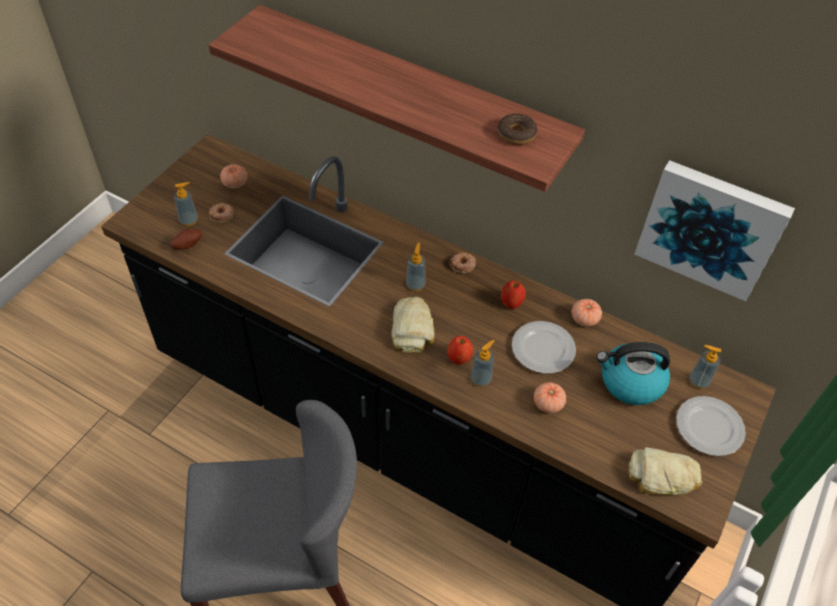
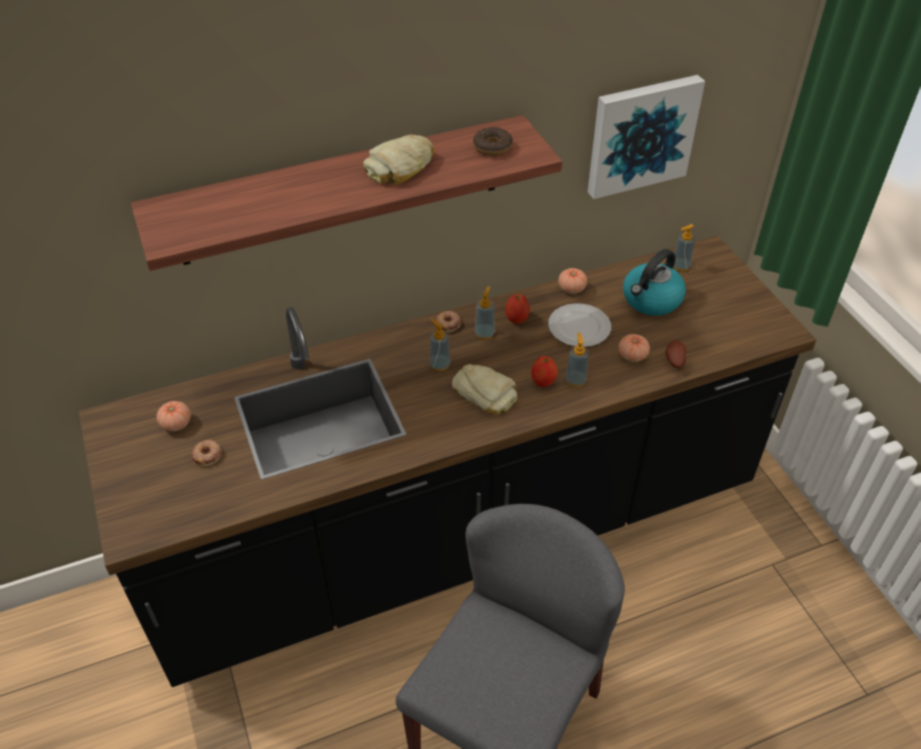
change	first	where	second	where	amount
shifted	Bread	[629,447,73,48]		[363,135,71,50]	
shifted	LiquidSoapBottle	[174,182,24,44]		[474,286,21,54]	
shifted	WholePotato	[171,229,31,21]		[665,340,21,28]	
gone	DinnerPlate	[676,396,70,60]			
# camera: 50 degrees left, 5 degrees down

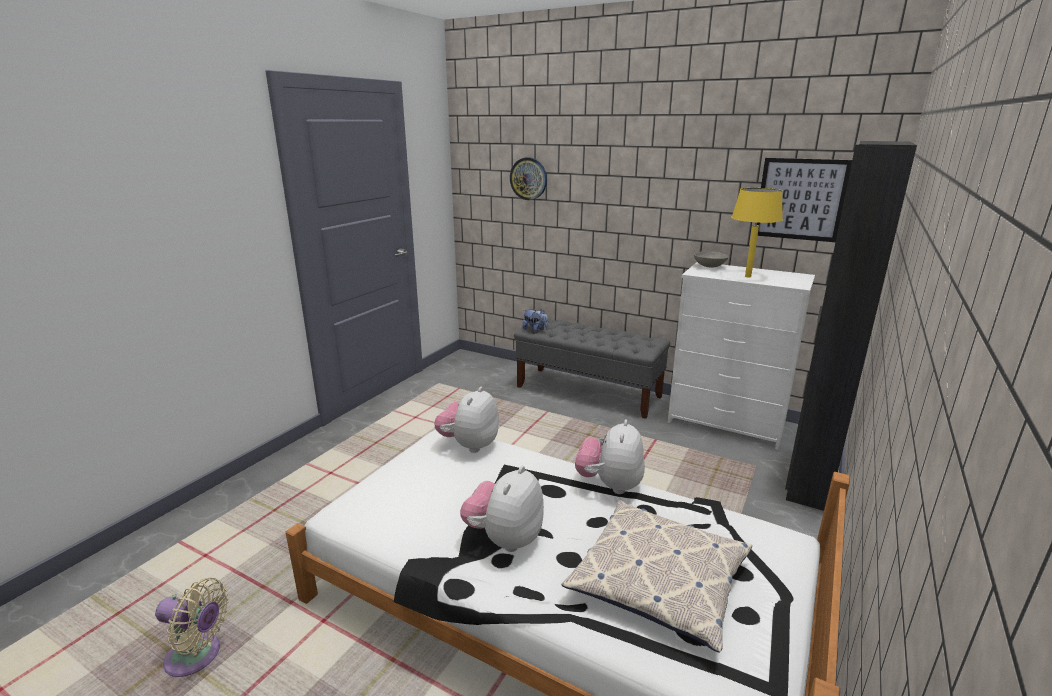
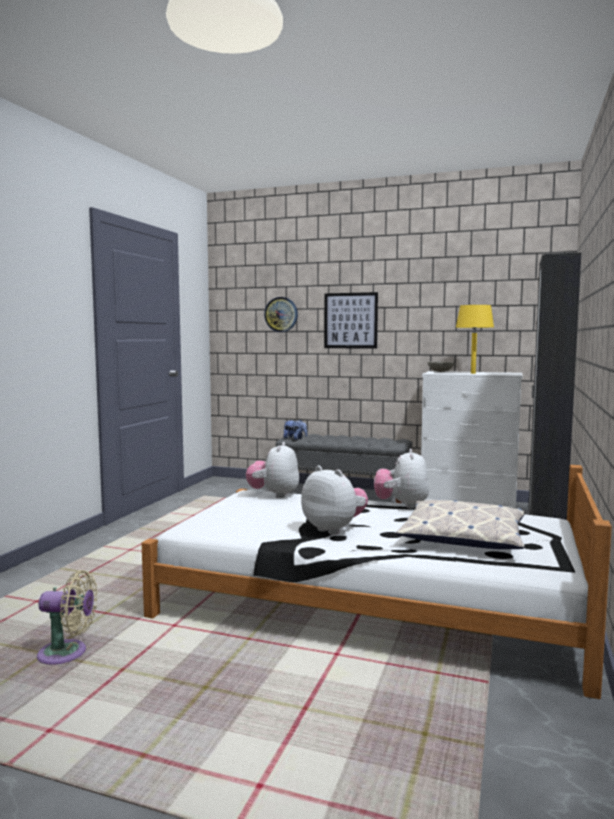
change	first	where	second	where	amount
rotated	PlushToy	[460,466,84,86]		[301,466,67,69]	120 degrees clockwise
shifted	WallPicture	[757,158,95,84]		[324,292,54,57]	
# camera: 10 degrees left, 15 degrees down

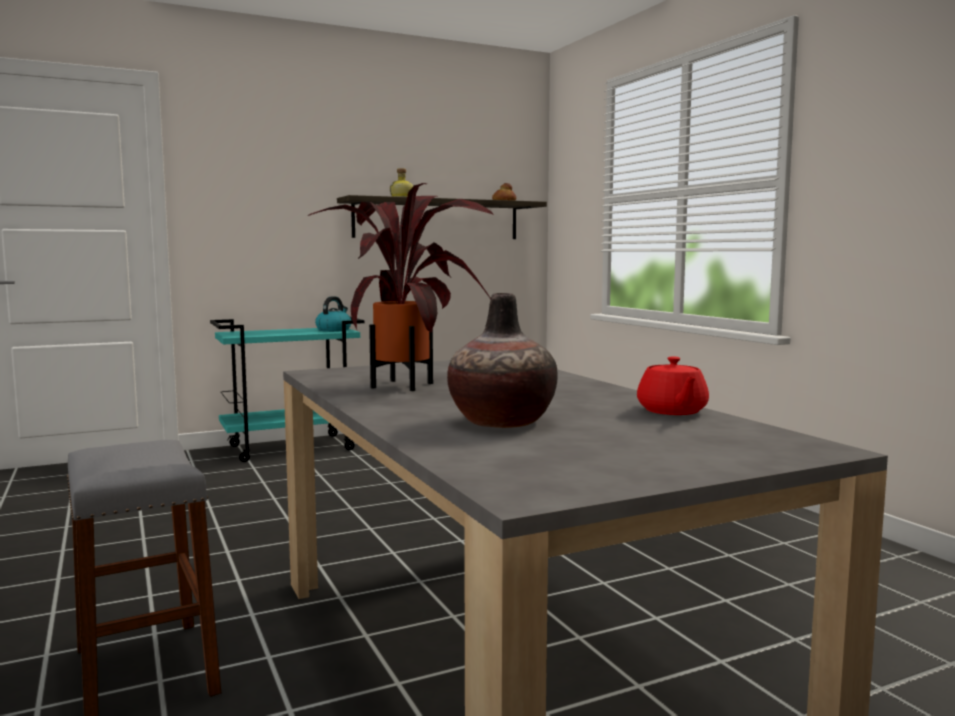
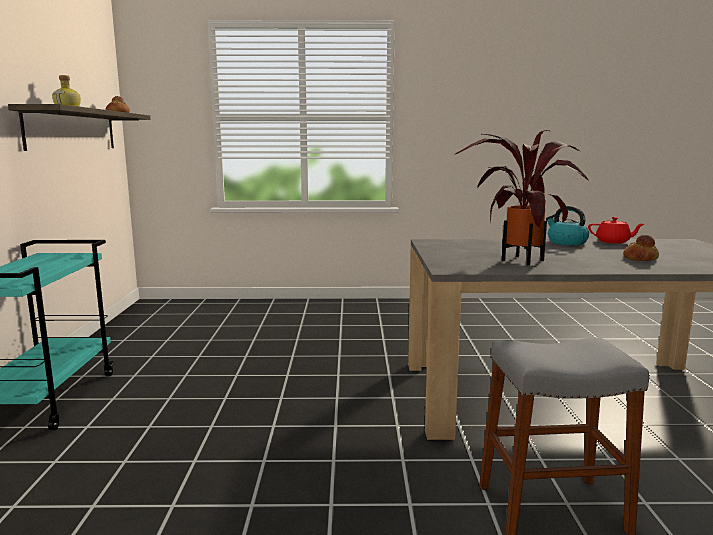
change	first	where	second	where	amount
shifted	Kettle	[315,296,36,36]		[546,206,43,39]	
swapped	DecorativeVase	[447,293,111,135]	Bread	[623,234,36,27]	
# camera: 65 degrees left, 5 degrees up

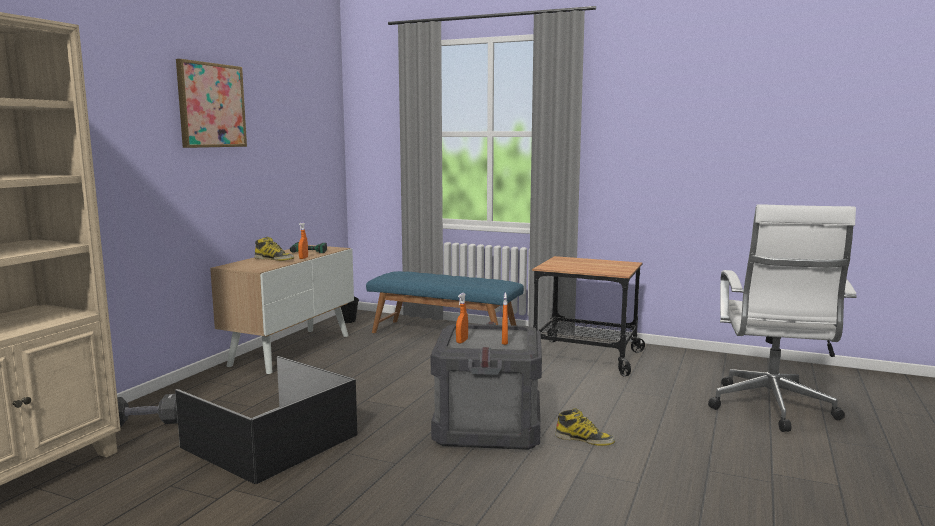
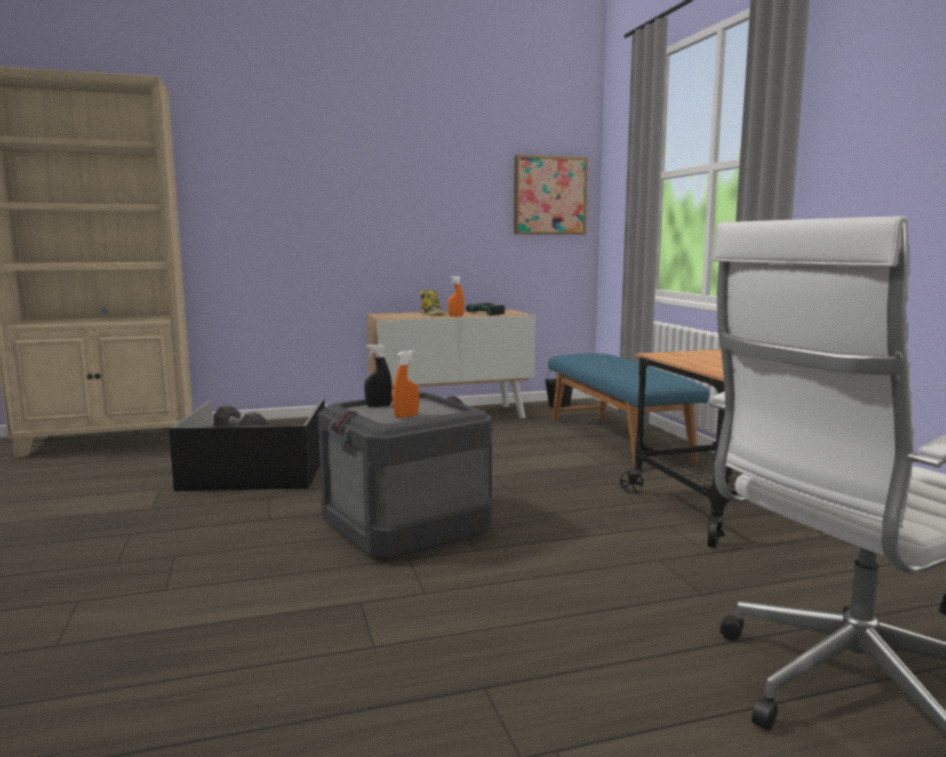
change	first	where	second	where	amount
repainted	OrangeySprayBottle	[456,293,12,50]	BlackishSprayBottle	[364,344,28,63]	
shifted	WallPicture	[176,59,71,89]		[514,155,74,80]	
gone	HighTopBoot	[555,408,60,38]			
# camera: 50 degrees right, 0 degrees up

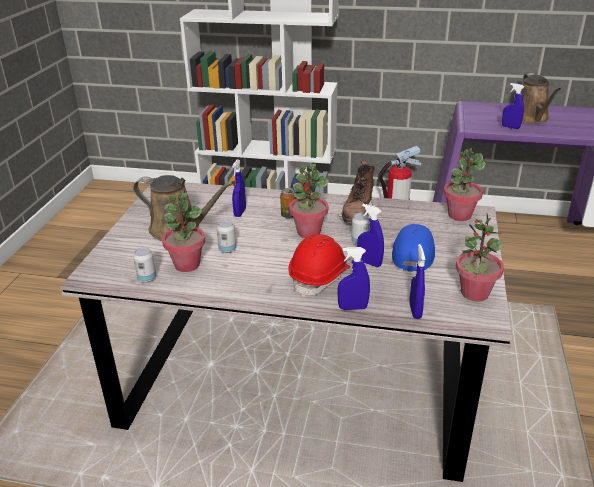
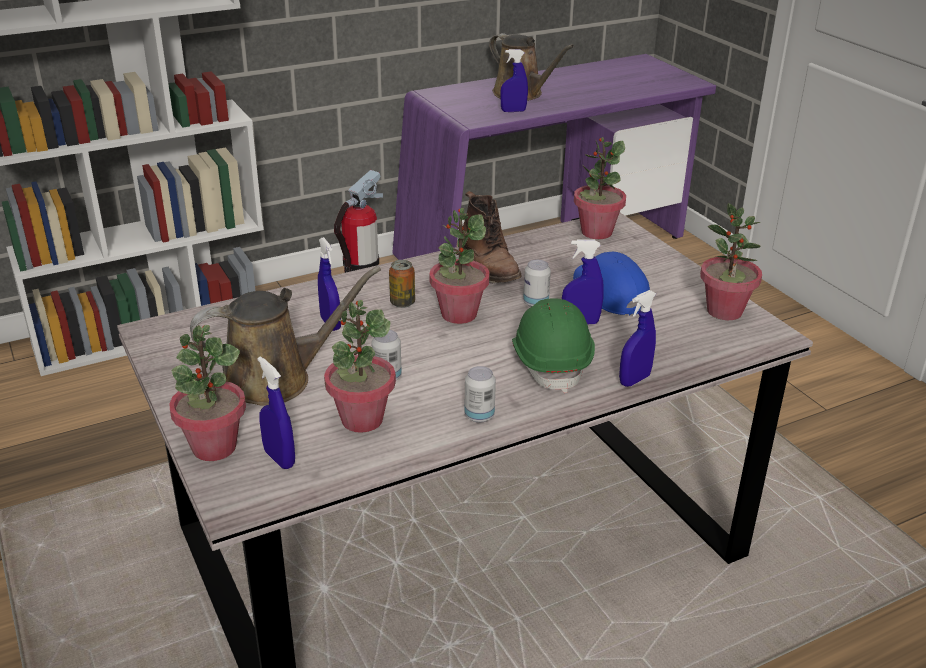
change	first	where	second	where	amount
new			PottedPlant	[169,325,77,136]	
shifted	BluishSprayBottle	[409,244,16,75]		[258,357,37,112]	
shifted	SealedCan	[133,247,23,36]		[464,366,32,57]	
repainted	ReddishSafetyHelmet	[288,234,62,63]	GreenColouredSafetyHelmet	[512,298,83,95]	
# camera: 40 degrees left, 0 degrees up

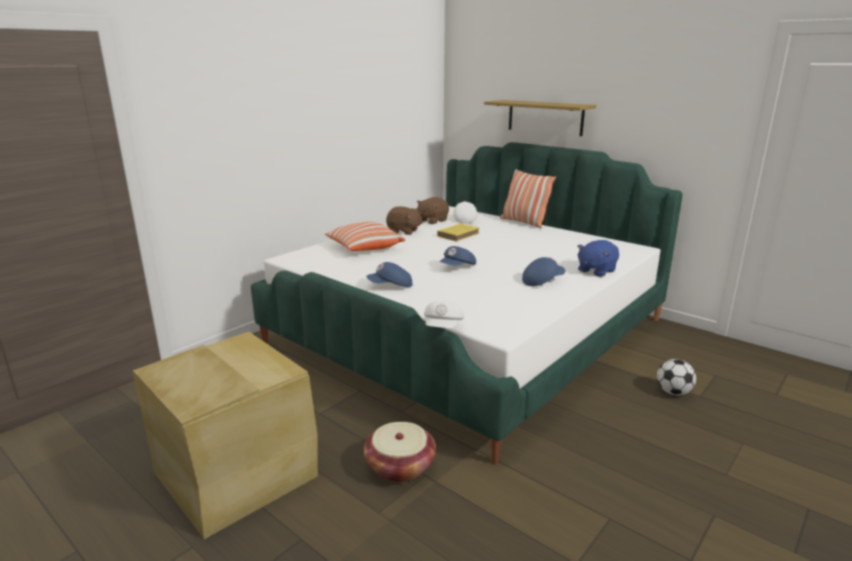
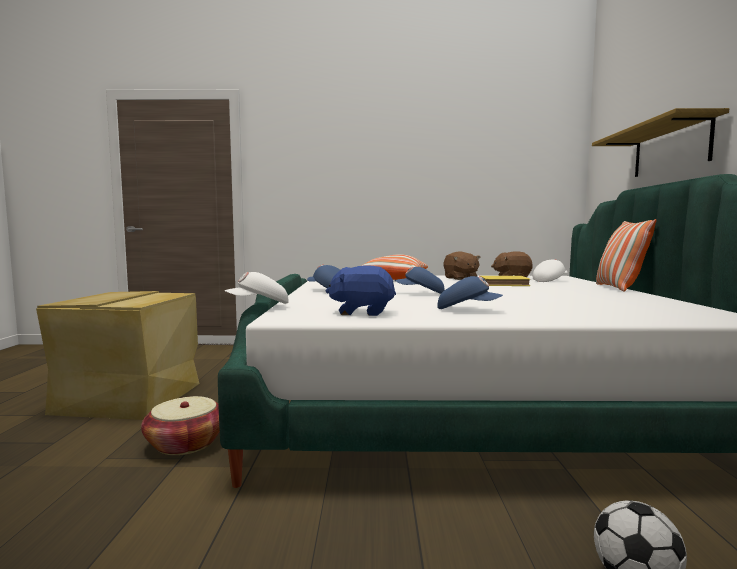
change	first	where	second	where	amount
shifted	BluishPlushToy	[577,240,42,37]		[326,265,70,51]	
# camera: 50 degrees right, 15 degrees down

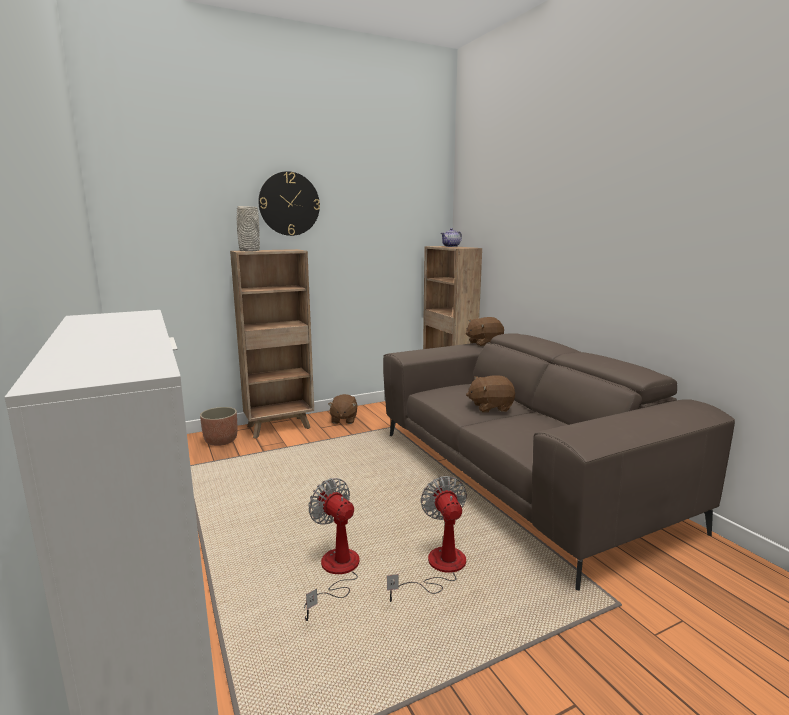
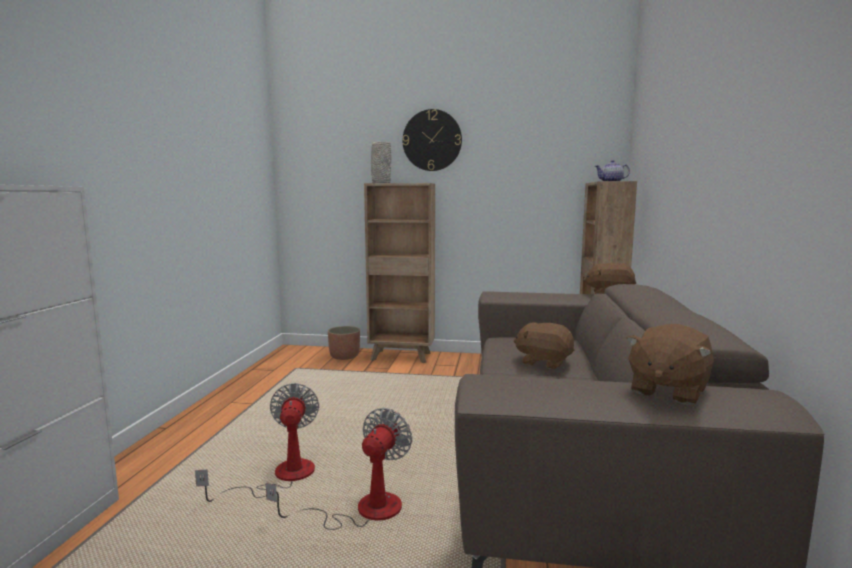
change	first	where	second	where	amount
shifted	BrownishPlushToy	[328,394,29,30]		[626,324,88,81]	
# camera: 35 degrees right, 5 degrees down

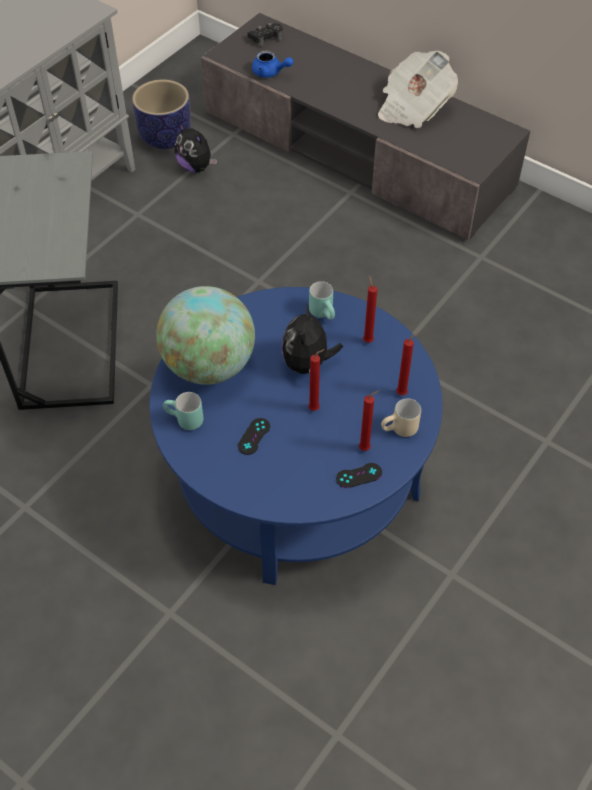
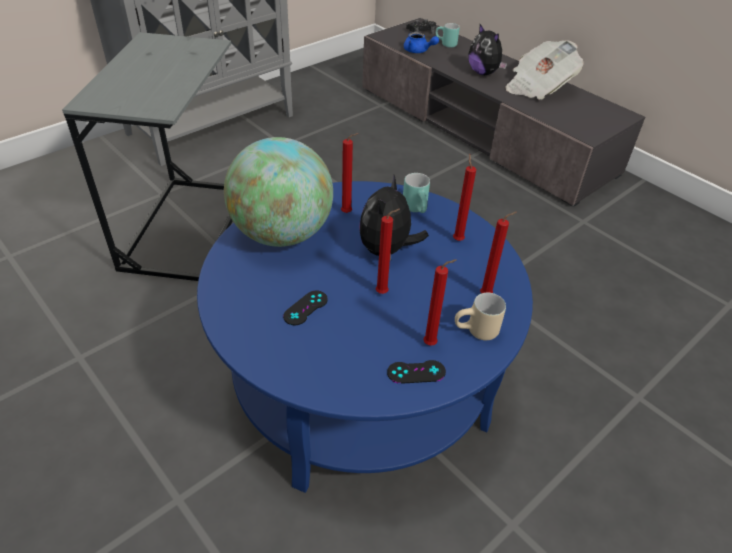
change	first	where	second	where	amount
new			ReddishCandle	[341,133,18,80]	
shifted	BlueGreenMug	[163,392,40,38]		[436,23,24,25]	
shifted	PlushToy	[175,122,42,51]		[468,24,39,51]	
gone	FlowerPot	[132,79,59,70]			
# camera: 10 degrees right, 10 degrees down

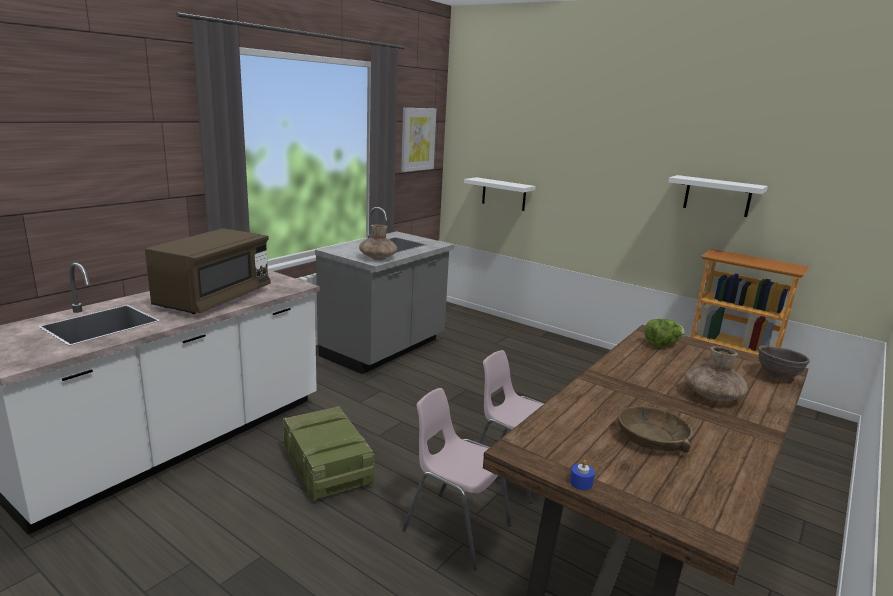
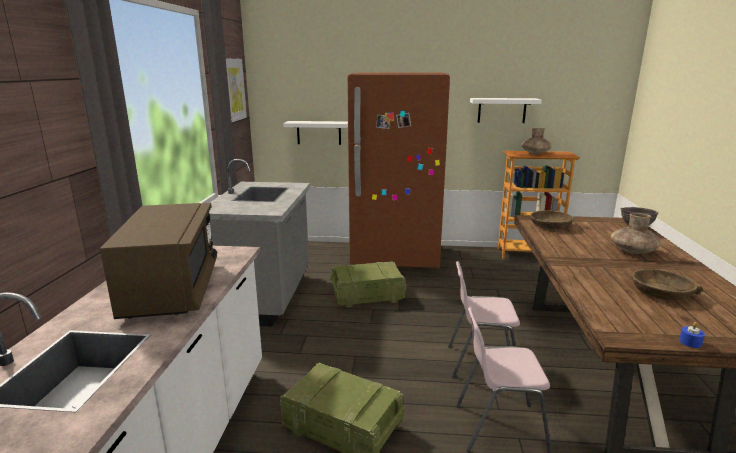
change	first	where	second	where	amount
new			Crate	[331,261,75,46]	
new			BrownishRefrigerator	[348,72,102,196]	
shifted	BrownishDecorativeVase	[359,224,38,36]		[521,128,30,26]	
swapped	LettuceHead	[644,319,41,28]	BrownishDeepDish	[530,210,43,19]	
# camera: 30 degrees left, 0 degrees up

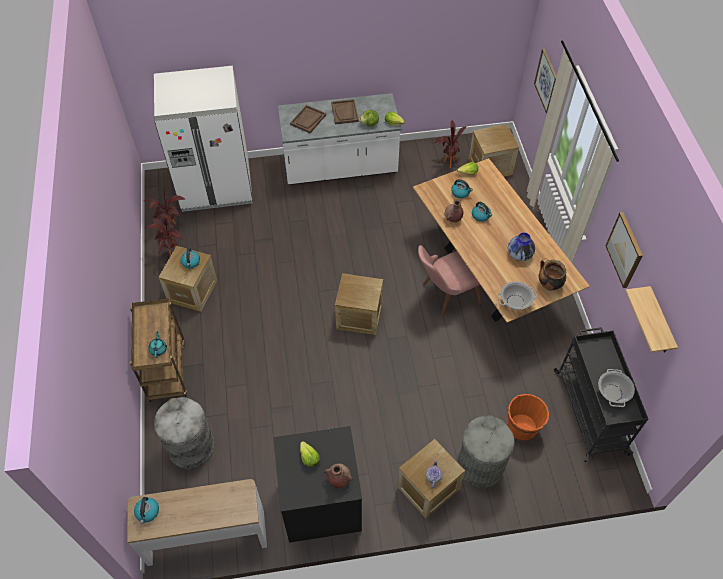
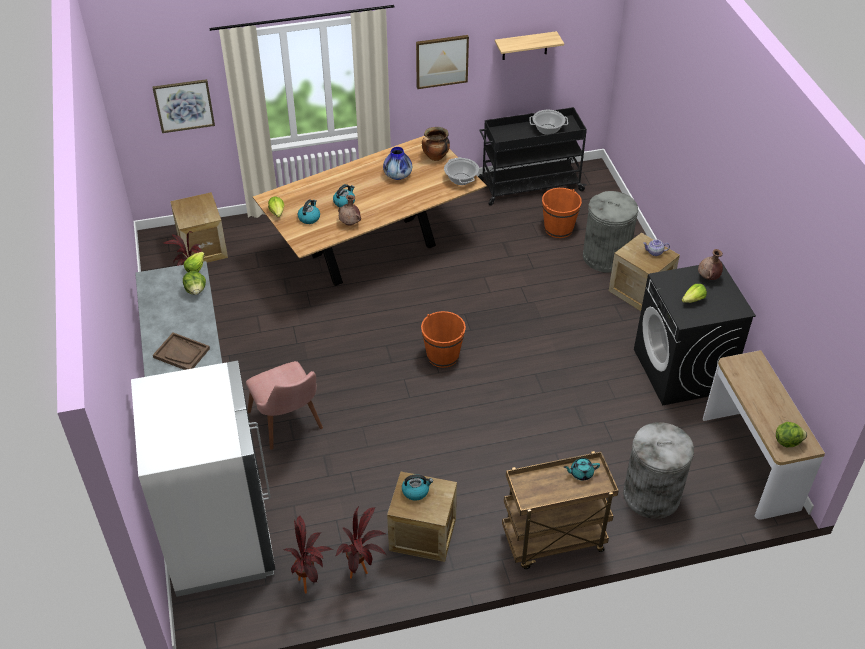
change	first	where	second	where	amount
shifted	PinkishUprightChair	[418,245,63,72]		[246,361,77,89]	
swapped	Crate	[335,273,48,62]	OrangeyWaterBucket	[421,311,45,57]	
swapped	Kettle	[134,497,25,26]	LettuceHead	[776,422,31,25]	
gone	BrownishCarryingTray	[331,99,28,25]			
# camera: 95 degrees left, 10 degrees down

